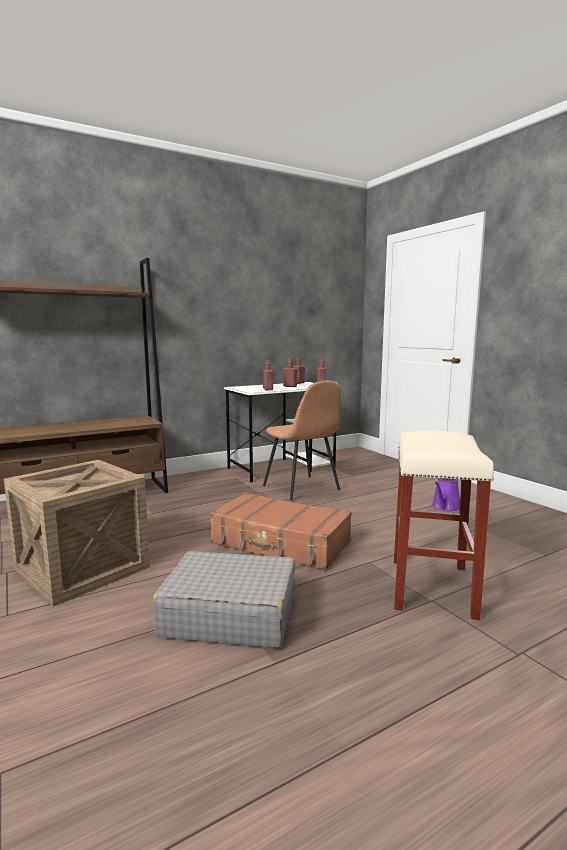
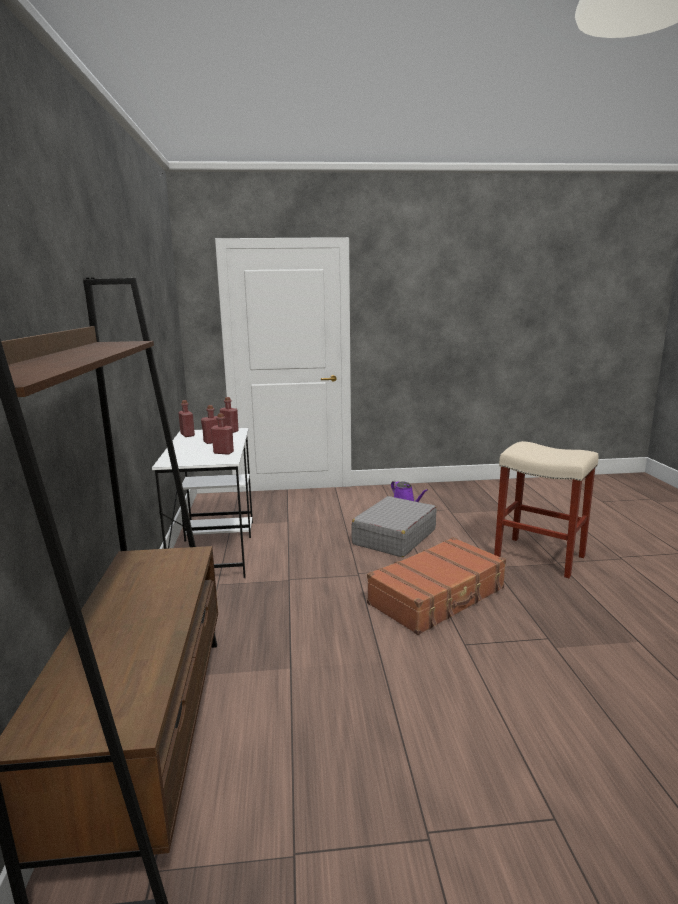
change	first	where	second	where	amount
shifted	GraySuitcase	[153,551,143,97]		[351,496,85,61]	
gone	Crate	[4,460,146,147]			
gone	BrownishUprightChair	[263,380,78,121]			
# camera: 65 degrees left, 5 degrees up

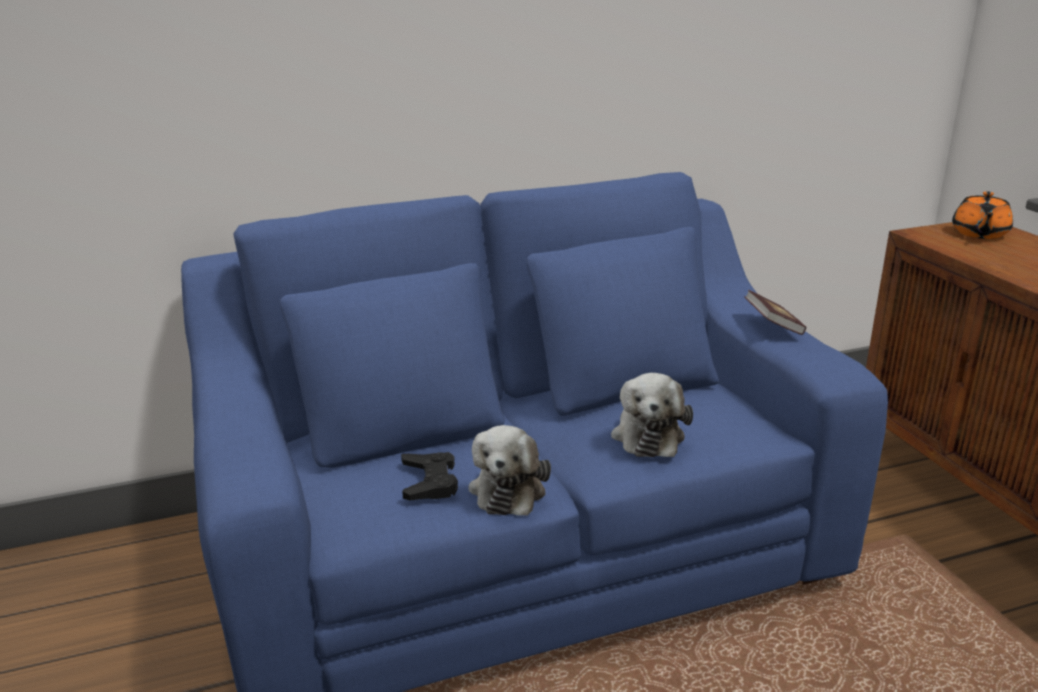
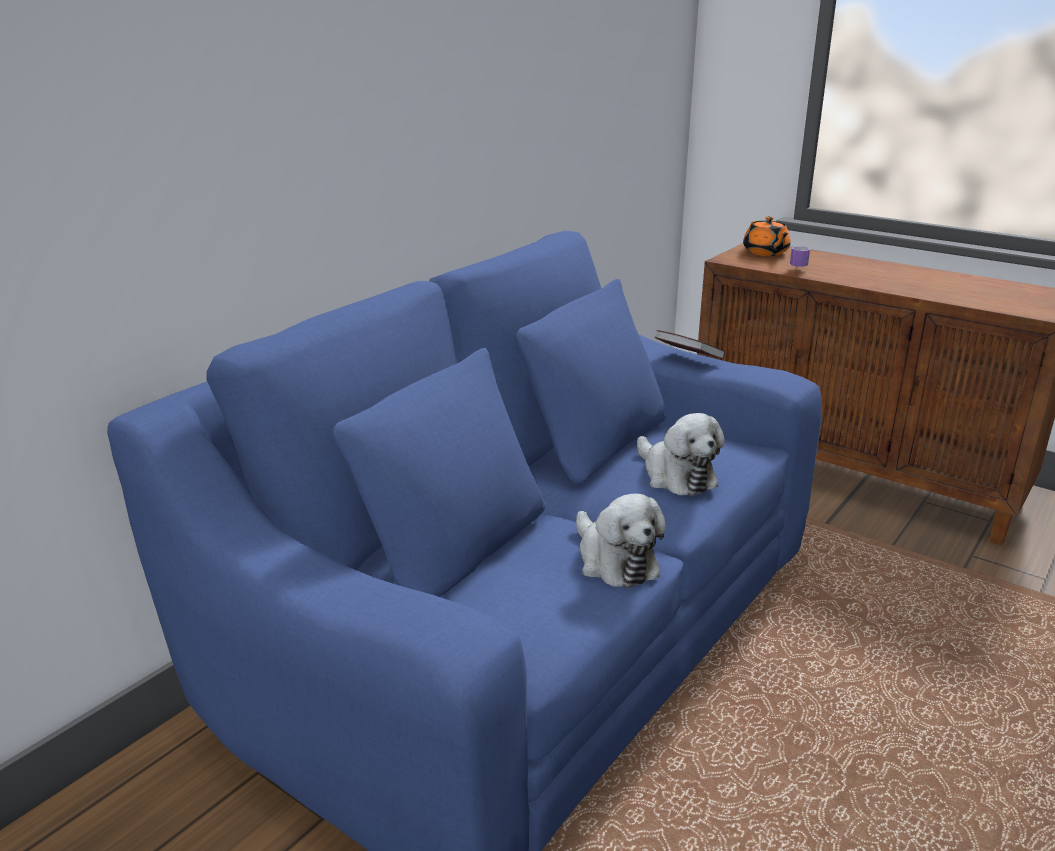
change	first	where	second	where	amount
new			Mug	[790,246,20,23]	
gone	BlackishGamepad	[401,452,57,48]			
# camera: 35 degrees left, 0 degrees up

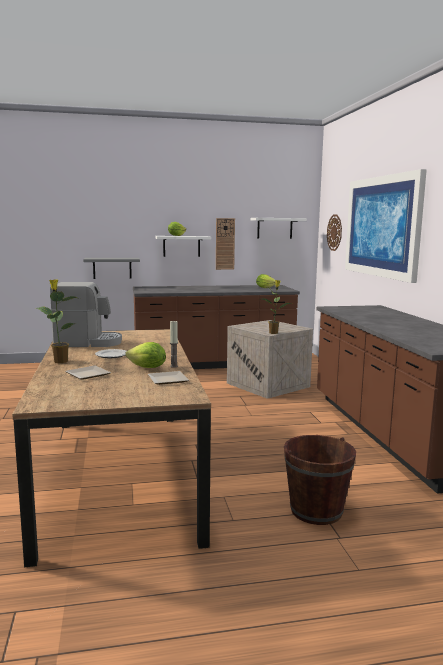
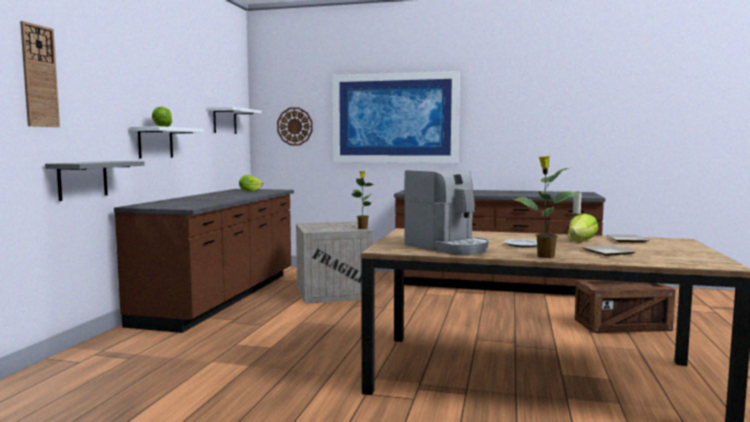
change	first	where	second	where	amount
shifted	WallClock	[216,218,19,52]		[20,21,40,106]	
rotated	CoffeeMachine	[50,282,72,65]		[404,169,85,86]	120 degrees clockwise
swapped	BrownishWaterBucket	[284,435,72,90]	Crate	[574,280,102,53]	
# camera: 65 degrees left, 5 degrees down

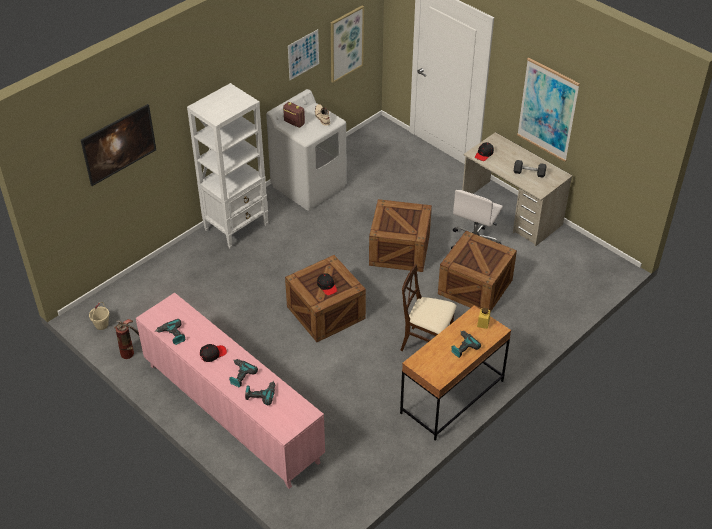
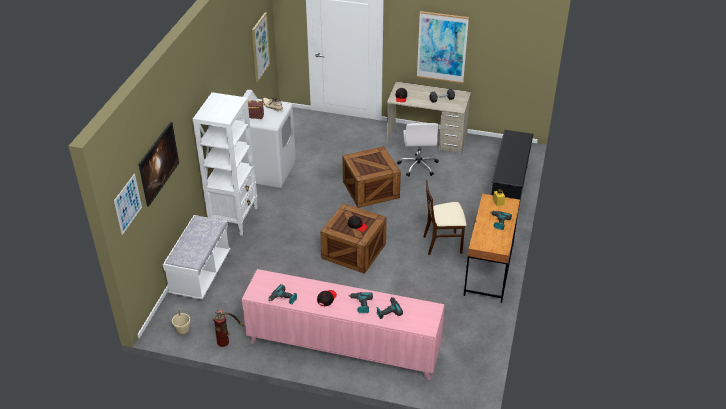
change	first	where	second	where	amount
shifted	WallPicture	[288,29,31,51]		[114,174,28,61]	
new			WhitishLongSeat	[163,215,68,85]	
new			BlackishShoeRack	[491,130,42,81]	
gone	Crate	[438,231,79,81]			
# camera: 30 degrees left, 5 degrees down

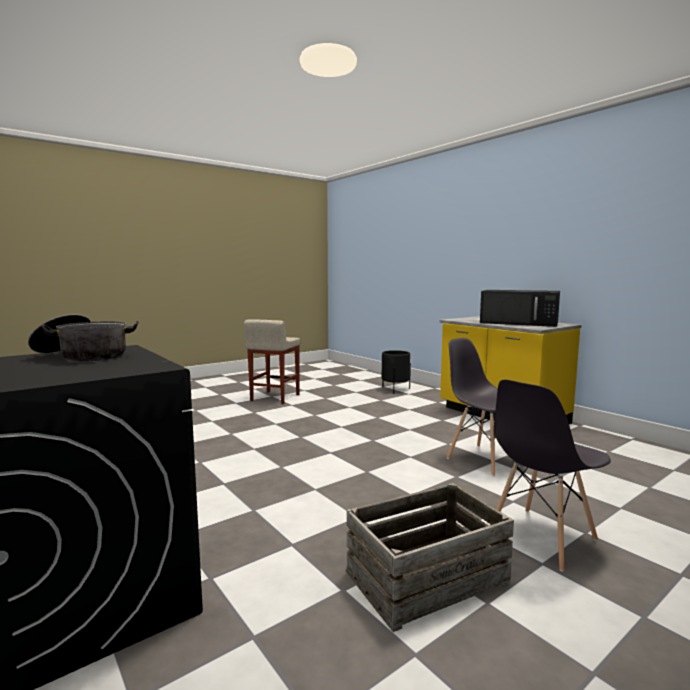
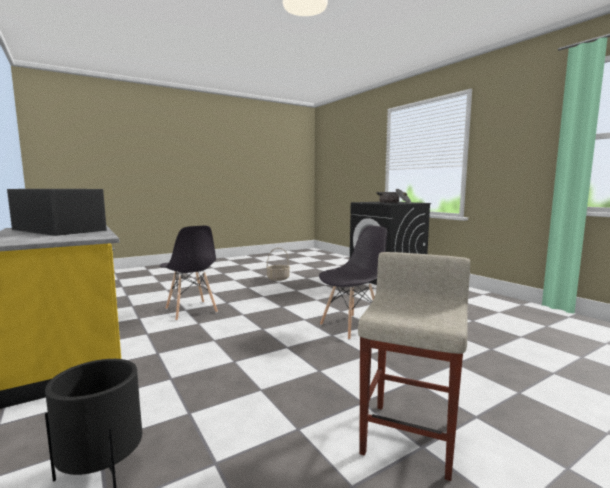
change	first	where	second	where	amount
swapped	Crate	[346,483,168,149]	Basket	[266,248,24,33]	
shifted	GrayUprightChair	[490,380,121,192]		[319,226,68,114]	
# camera: 175 degrees left, 0 degrees up

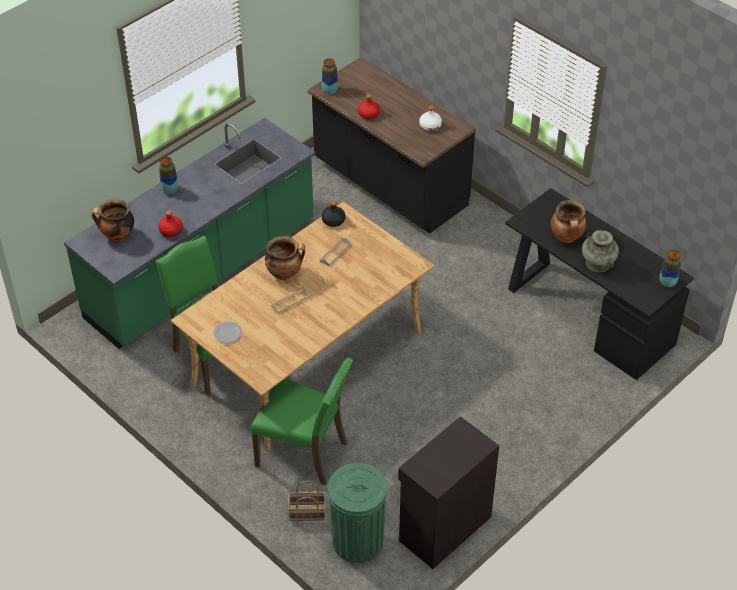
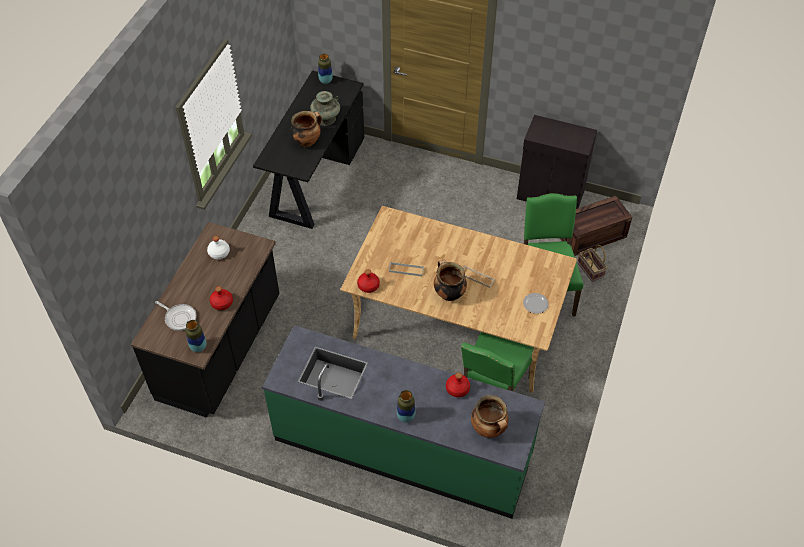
change	first	where	second	where	amount
new			Pan	[155,301,41,30]	
repainted	BlackishDrinkBottle	[322,200,23,27]	ReddishDrinkBottle	[357,269,23,24]	
swapped	GreenColouredTrashCan	[328,463,59,100]	Crate	[560,196,72,60]	
# camera: 115 degrees left, 5 degrees up

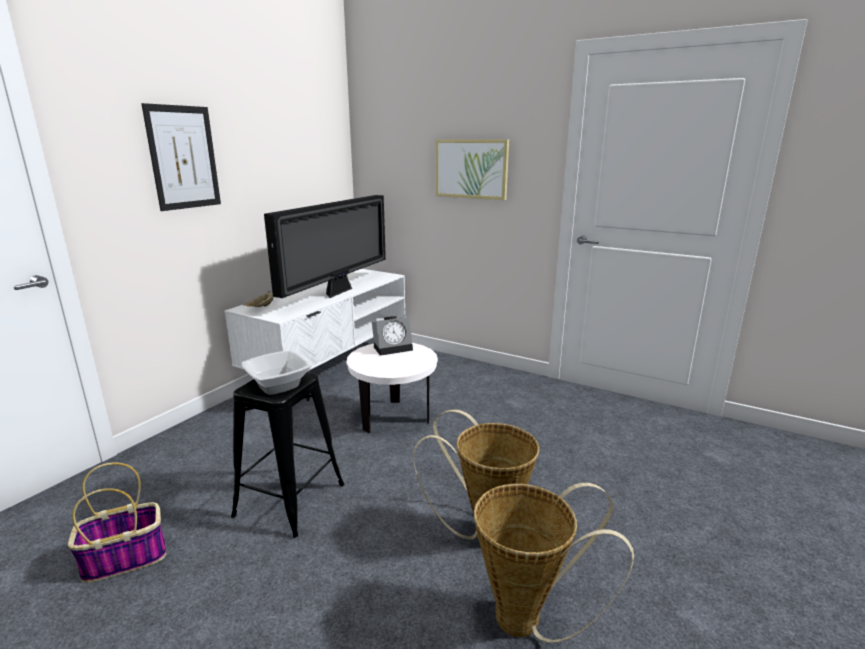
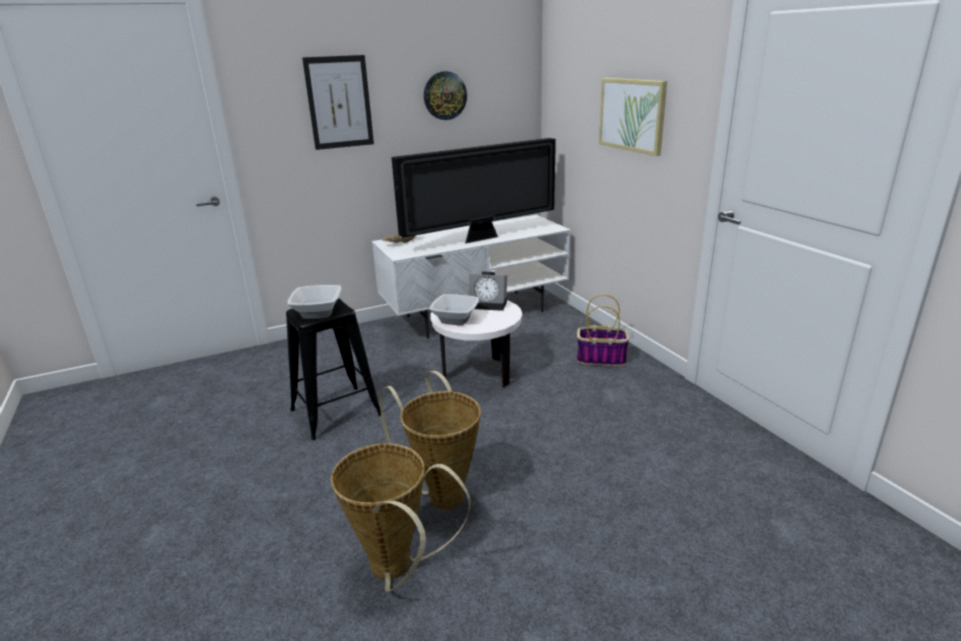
change	first	where	second	where	amount
new			WallClock	[424,71,43,49]	
new			DeepDish	[430,294,49,31]	
shifted	Basket	[68,463,98,120]		[577,294,52,72]	
# camera: 35 degrees right, 5 degrees up

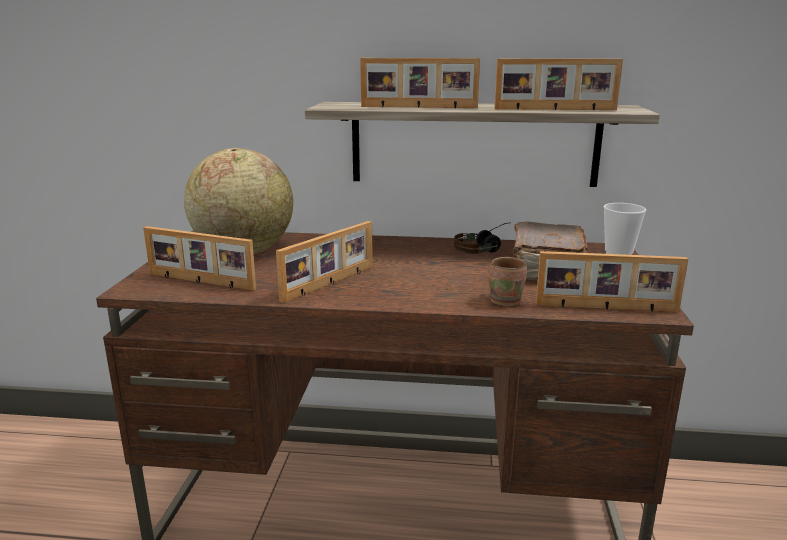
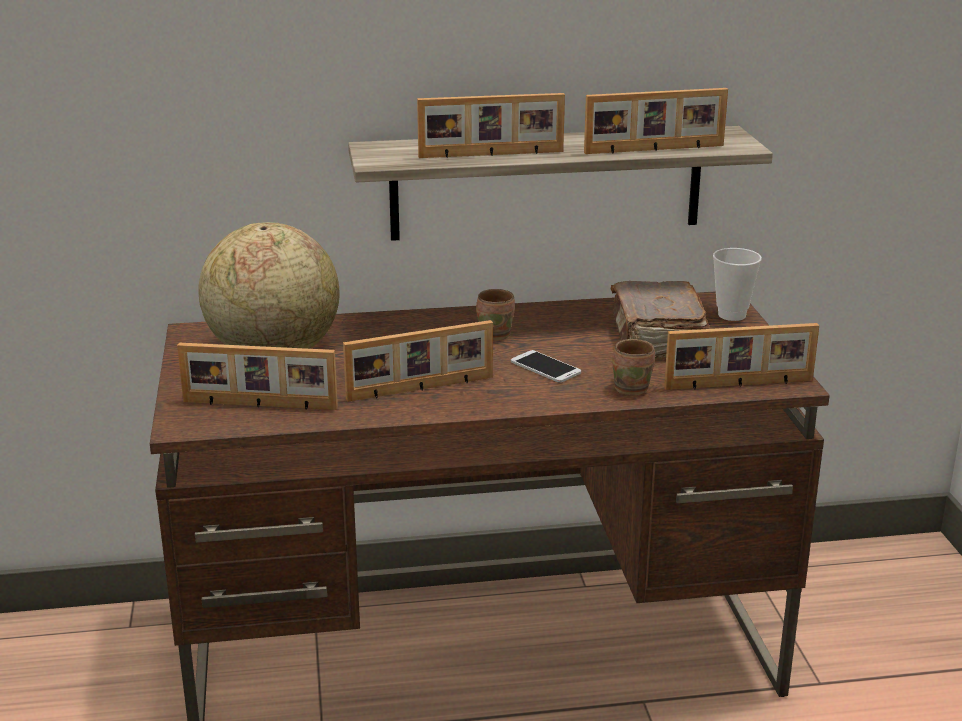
change	first	where	second	where	amount
rotated	StandingFrame	[276,221,97,82]		[343,320,150,82]	45 degrees clockwise
new			BrownishMug	[476,289,39,51]	
new			Handset	[511,350,70,33]	
gone	Headset	[454,223,54,31]			
# camera: 15 degrees left, 5 degrees up

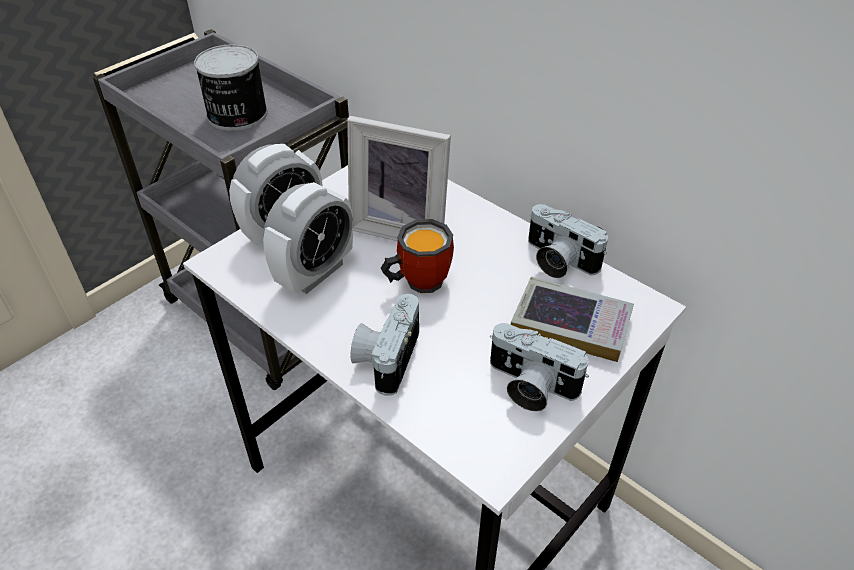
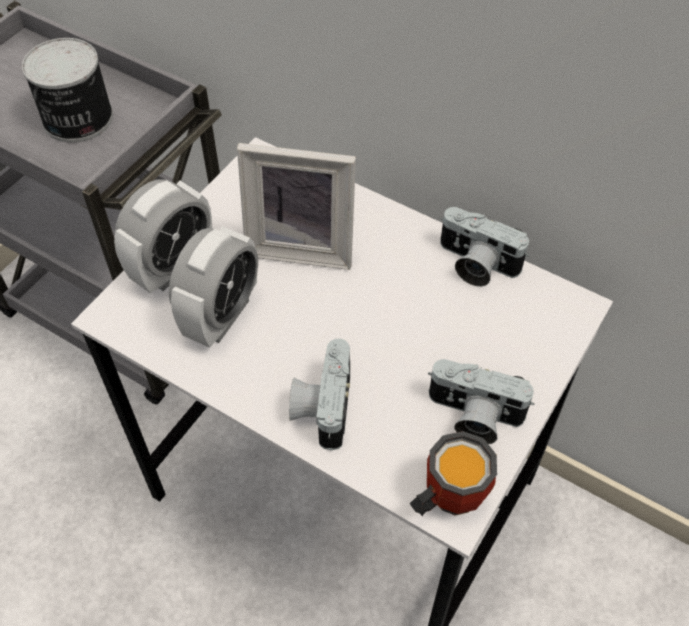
change	first	where	second	where	amount
shifted	Mug	[381,219,73,74]		[409,431,88,85]	
gone	Book	[511,277,123,85]			
# camera: 10 degrees left, 10 degrees up

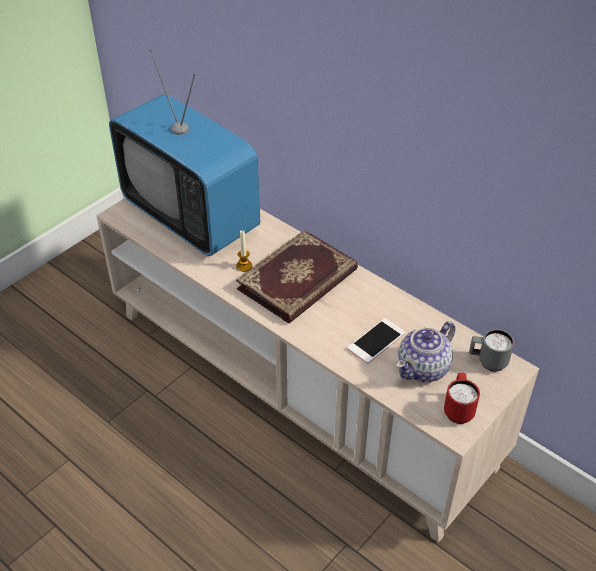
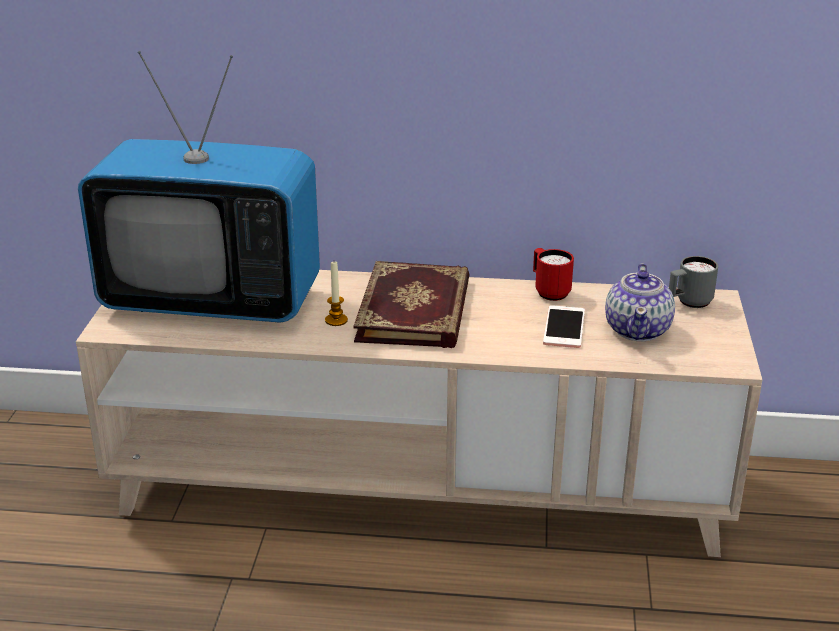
change	first	where	second	where	amount
shifted	ReddishMug	[444,373,36,51]		[533,248,41,53]	
# camera: 35 degrees left, 15 degrees down

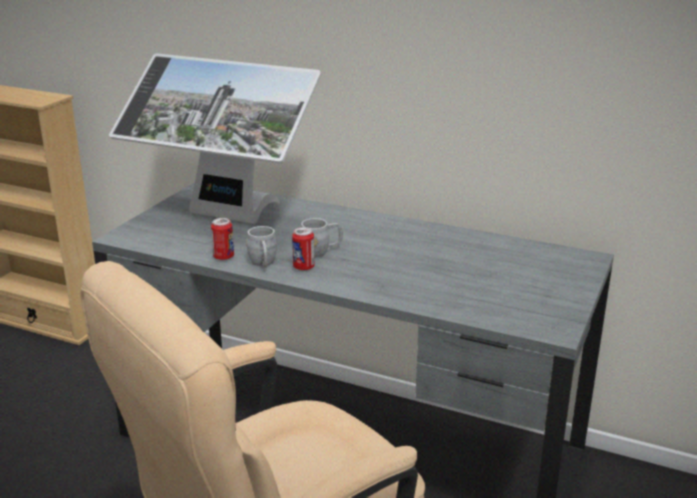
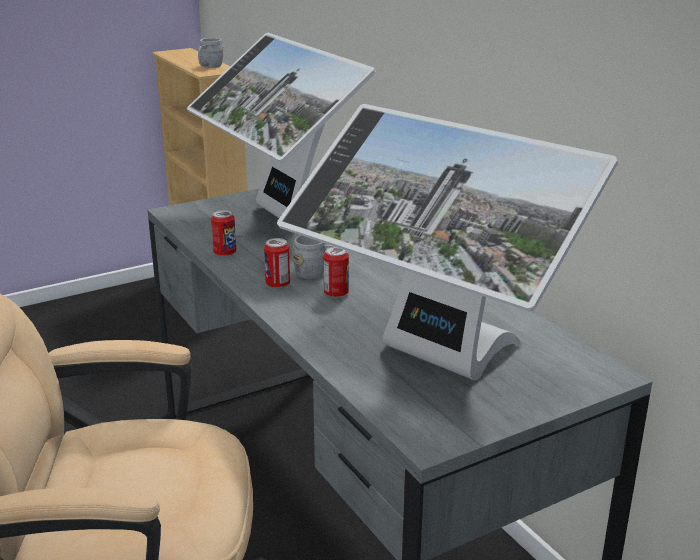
change	first	where	second	where	amount
shifted	GrayMug	[246,226,31,42]		[198,38,26,30]	
new			ComputerDisplay	[277,104,341,276]	
new			SealedCan	[323,247,26,51]	
# camera: 35 degrees right, 0 degrees up

